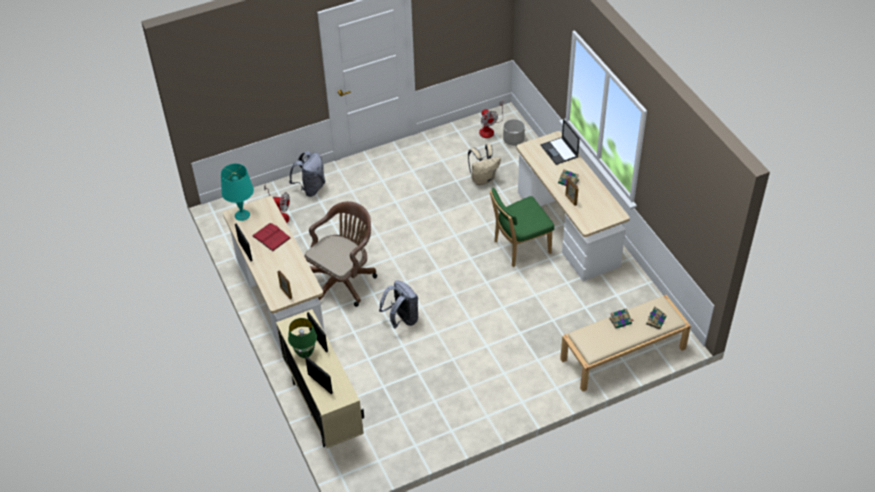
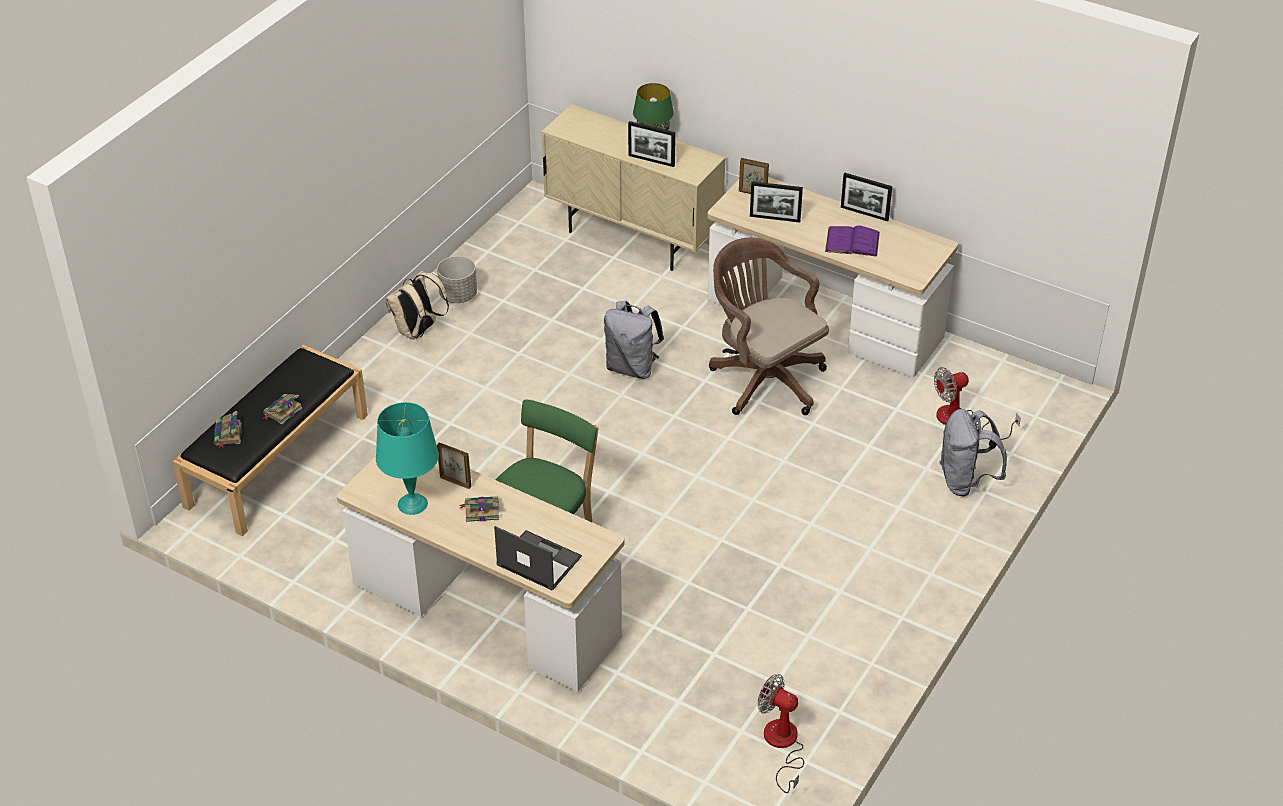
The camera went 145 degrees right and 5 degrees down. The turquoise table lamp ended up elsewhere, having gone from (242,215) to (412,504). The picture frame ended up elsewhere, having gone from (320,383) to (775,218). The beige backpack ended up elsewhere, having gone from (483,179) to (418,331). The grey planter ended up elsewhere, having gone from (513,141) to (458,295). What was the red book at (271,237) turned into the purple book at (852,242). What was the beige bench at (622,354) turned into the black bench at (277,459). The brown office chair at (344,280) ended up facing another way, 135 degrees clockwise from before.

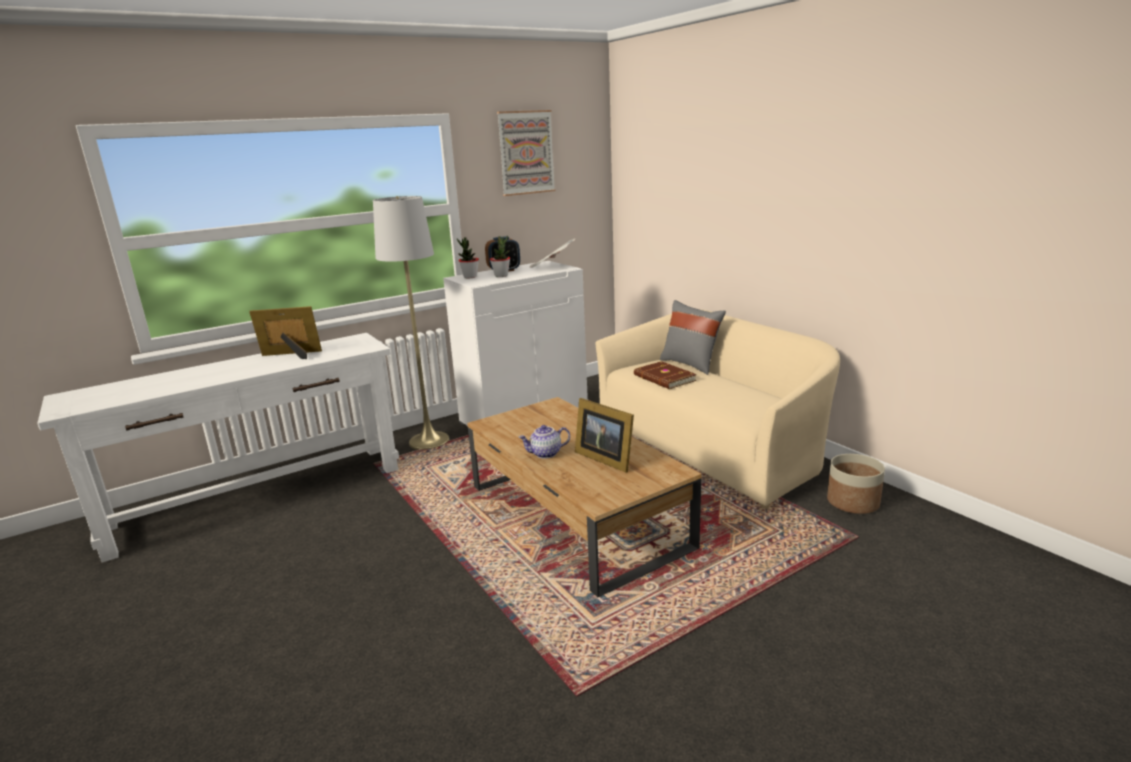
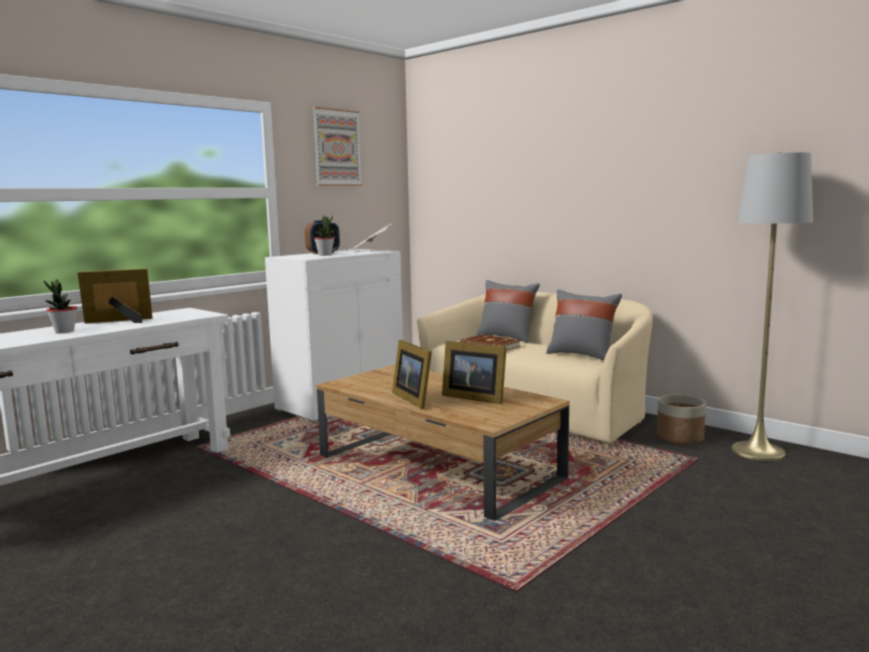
The camera went 15 degrees left and 10 degrees down. The second view gained the grey pillow at (582,355). The grey floor lamp ended up elsewhere, having gone from (429,441) to (758,451). The potted plant ended up elsewhere, having gone from (470,277) to (64,331). Where the teapot stood at (545,454), the picture frame came to stand at (414,398).

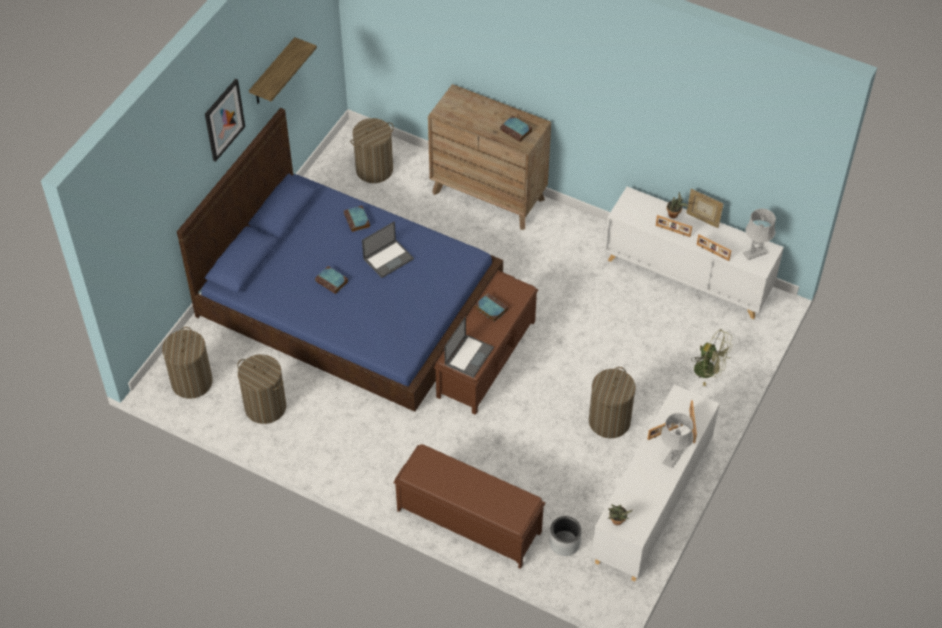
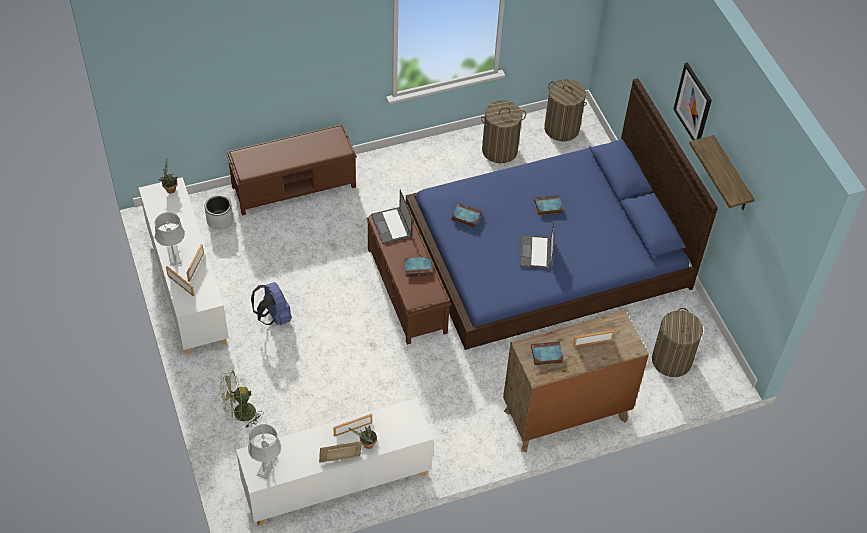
The camera went 130 degrees right and 0 degrees up. The book ended up elsewhere, having gone from (357,220) to (465,216). The picture frame ended up elsewhere, having gone from (712,252) to (592,342). Where the laundry basket stood at (609,421), the blue backpack came to stand at (274,317).

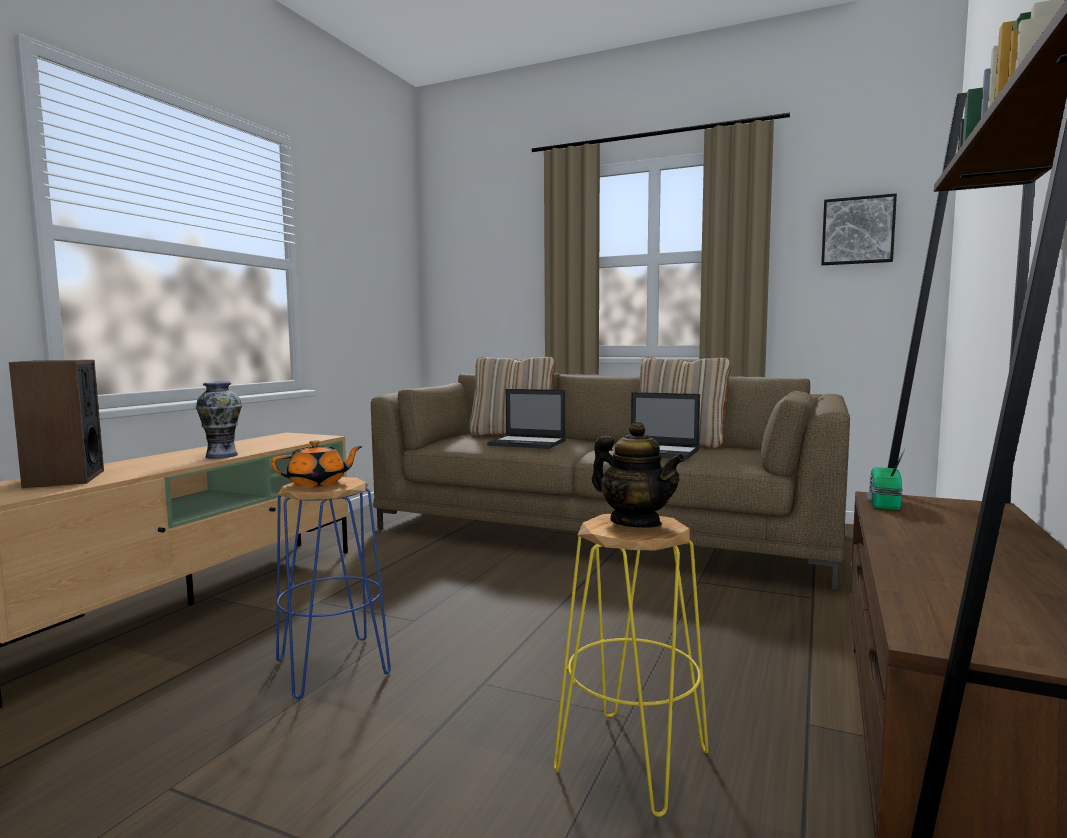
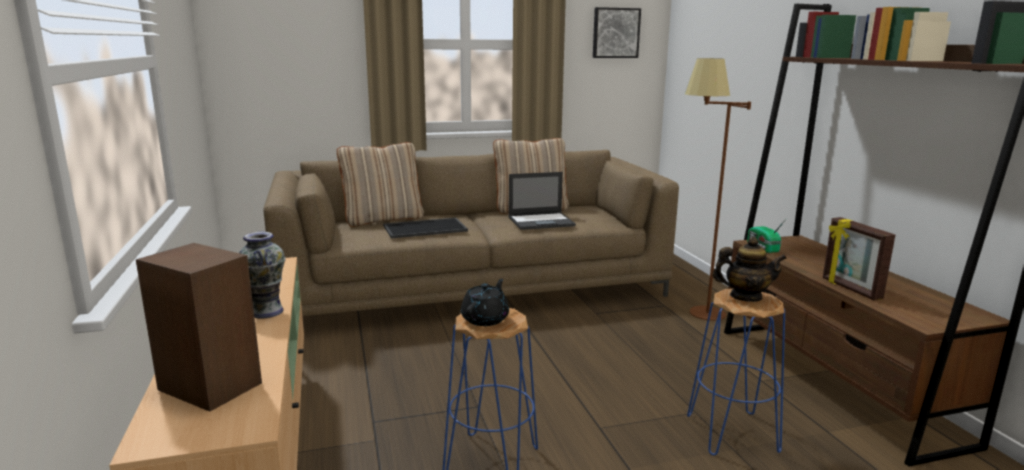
The camera went 40 degrees left and 10 degrees up. The second view gained the brown floor lamp at (697,317). The second view gained the picture frame at (850,289). Where the laptop stood at (528,443), the tray came to stand at (425,228). What was the orange teapot at (318,483) turned into the black teapot at (485,319). What was the yellow stool at (632,759) turned into the blue stool at (731,433).

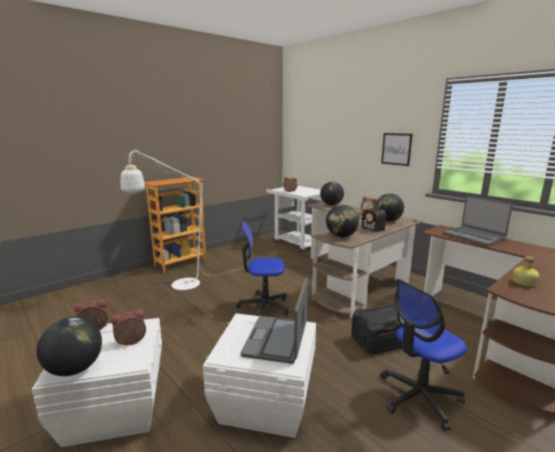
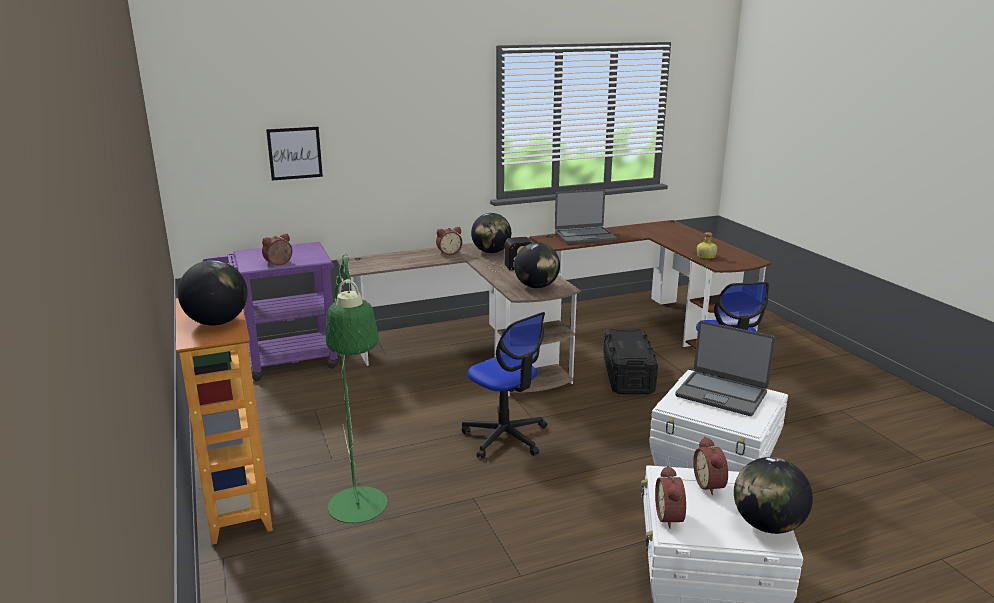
The camera went 70 degrees left and 5 degrees up. The globe ended up elsewhere, having gone from (331,205) to (217,322). The picture ended up elsewhere, having gone from (396,149) to (295,153). What was the white floor lamp at (178,286) turned into the green floor lamp at (360,514). What was the white cart at (296,243) turned into the purple cart at (281,362). The office chair at (264,306) ended up facing another way, 60 degrees counterclockwise from before.

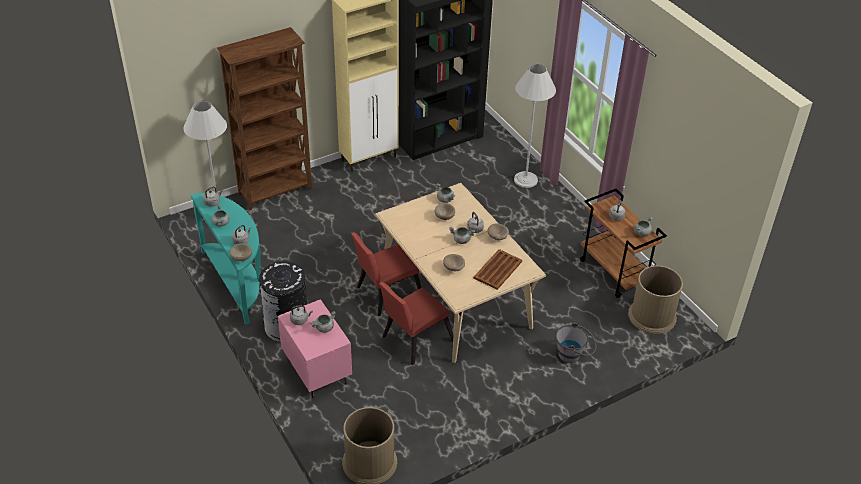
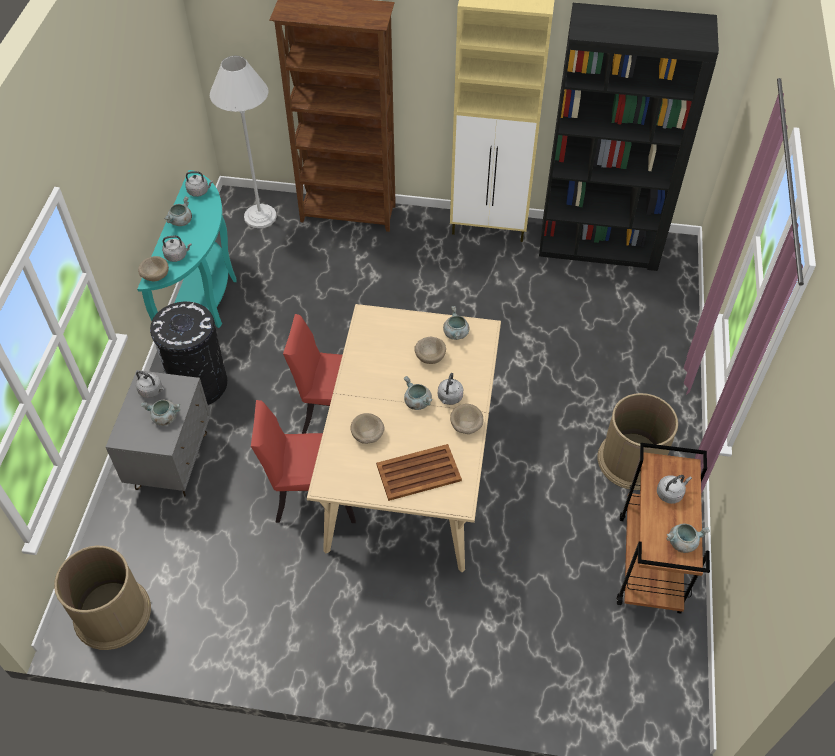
The camera went 40 degrees right and 10 degrees up. The second view lost the white floor lamp at (525,180). The second view lost the grey bucket at (573,355). The brown trash can ended up elsewhere, having gone from (652,316) to (632,460). What was the pink nightstand at (316,372) turned into the grey nightstand at (172,461).

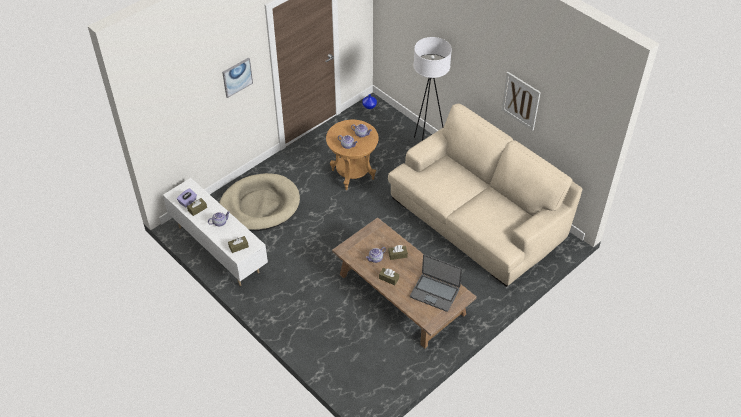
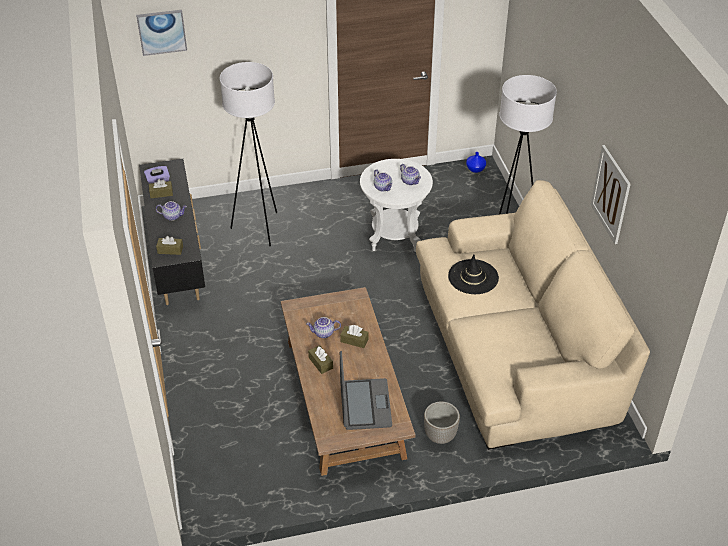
The camera went 30 degrees right and 5 degrees down. The second view gained the planter at (440,436). The second view gained the black hat at (473,277). The picture ended up elsewhere, having gone from (237,77) to (162,32). Where the beige dog bed stood at (260,205), the white floor lamp came to stand at (260,228). What was the white tv stand at (219,249) turned into the black tv stand at (176,256). What was the brown side table at (353,174) turned into the white side table at (394,236). The laptop at (435,292) ended up facing another way, 150 degrees counterclockwise from before.

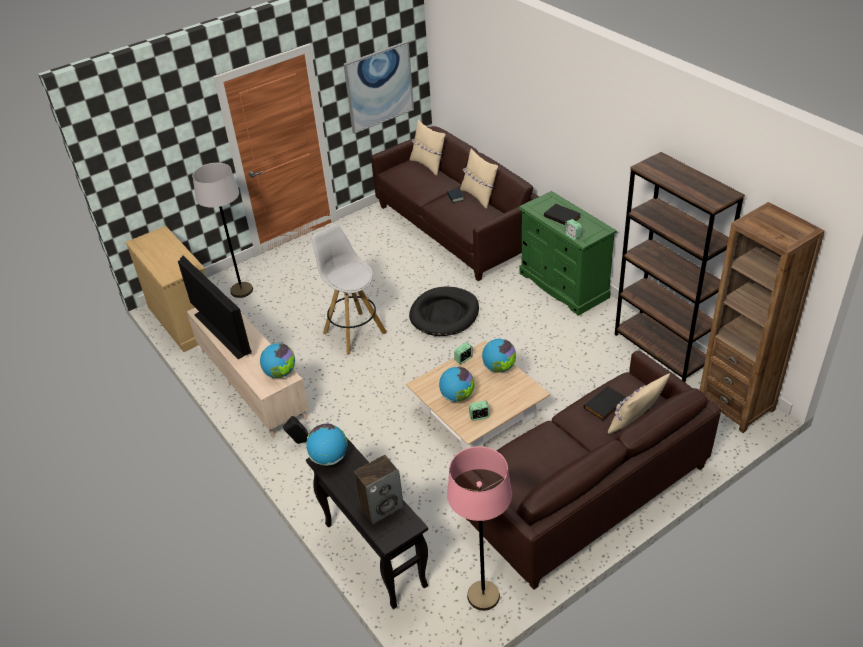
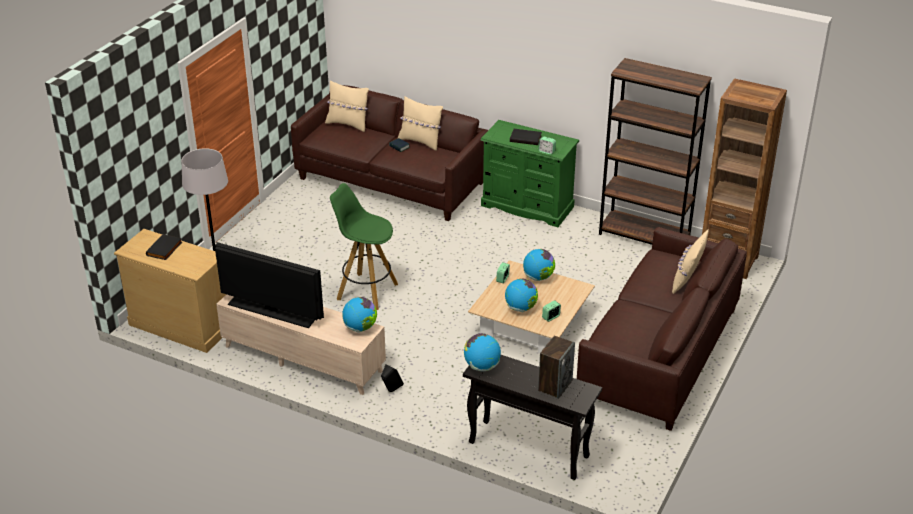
The camera went 30 degrees left and 5 degrees down. The second view lost the picture at (379,87). The second view lost the black dog bed at (444,314). The second view lost the pink floor lamp at (483,596). The black book ended up elsewhere, having gone from (605,405) to (165,249). What was the white stool at (354,332) turned into the green stool at (366,291).

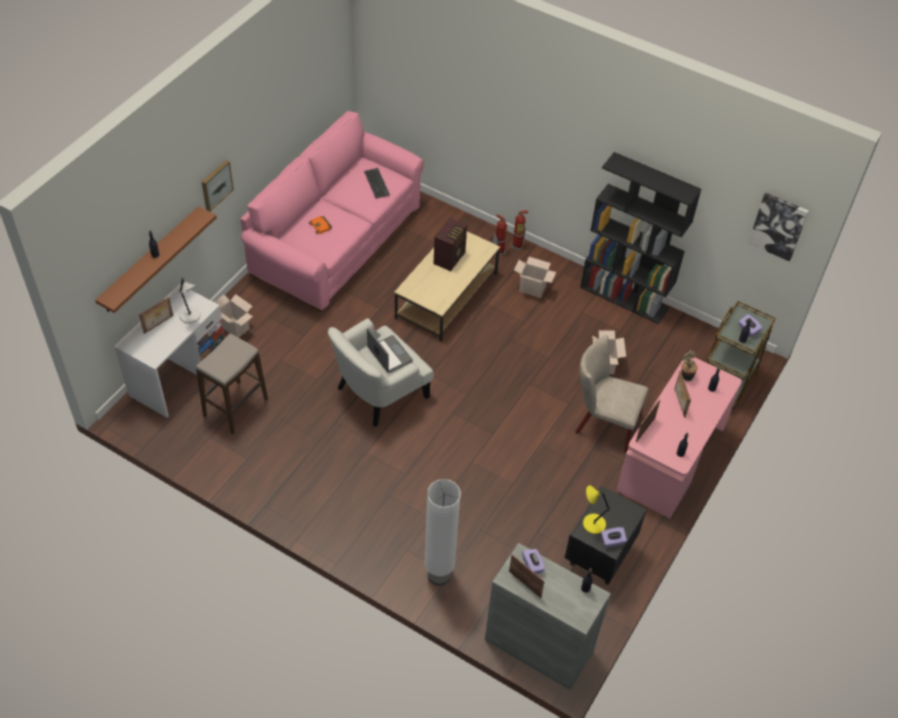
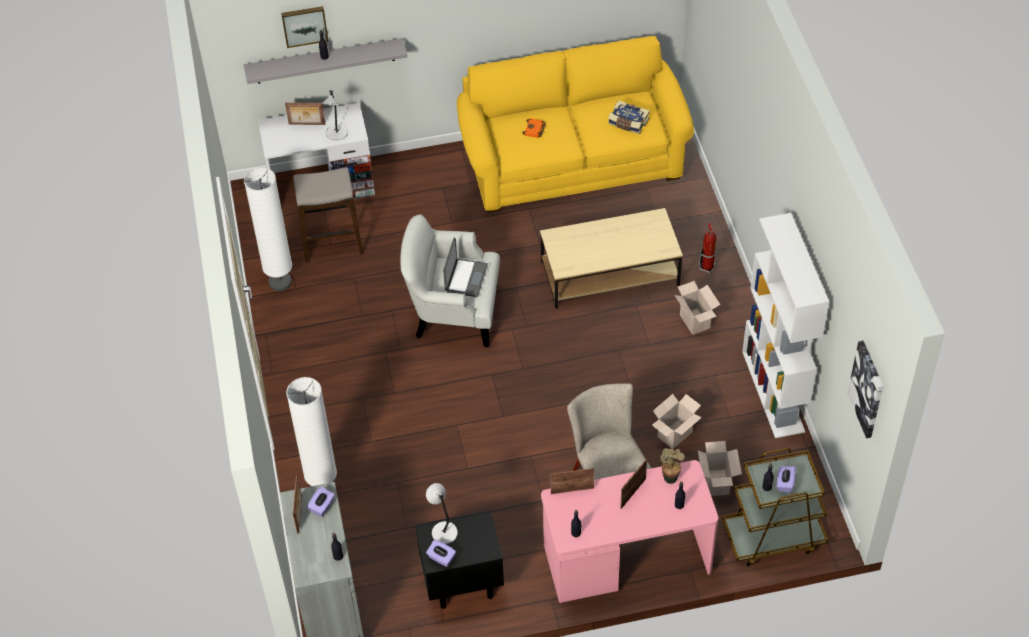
The camera went 50 degrees right and 0 degrees up. The second view lost the radio at (450,258). The second view lost the fire extinguisher at (517,246). The second view gained the white floor lamp at (280,282). The picture ended up elsewhere, having gone from (216,185) to (304,25). The cardboard box ended up elsewhere, having gone from (236,328) to (717,483). Where the keyboard stood at (376,183), the book came to stand at (628,123). What was the brown shelf at (150,260) turned into the grey shelf at (325,61). What was the pink sofa at (336,241) turned into the yellow sofa at (573,161). What was the black bookcase at (625,297) turned into the white bookcase at (773,392). What was the yellow table lamp at (592,524) turned into the grey table lamp at (443,532).

